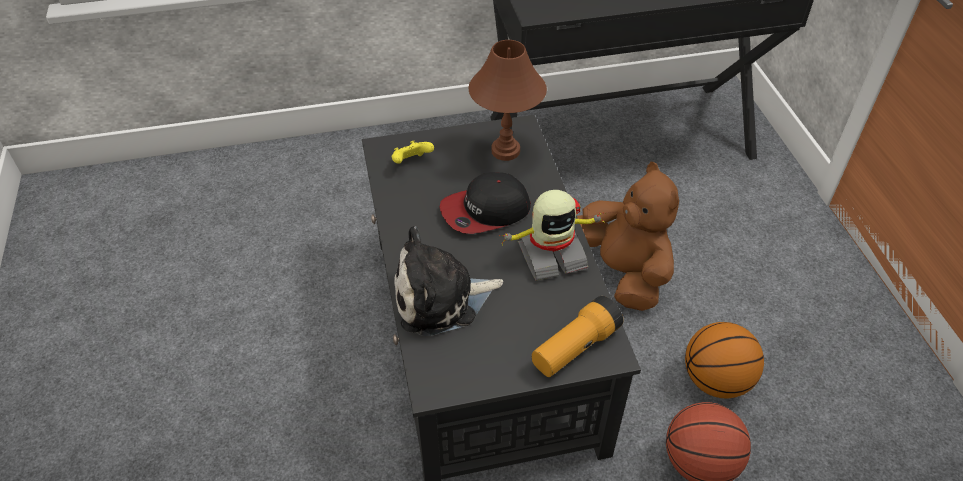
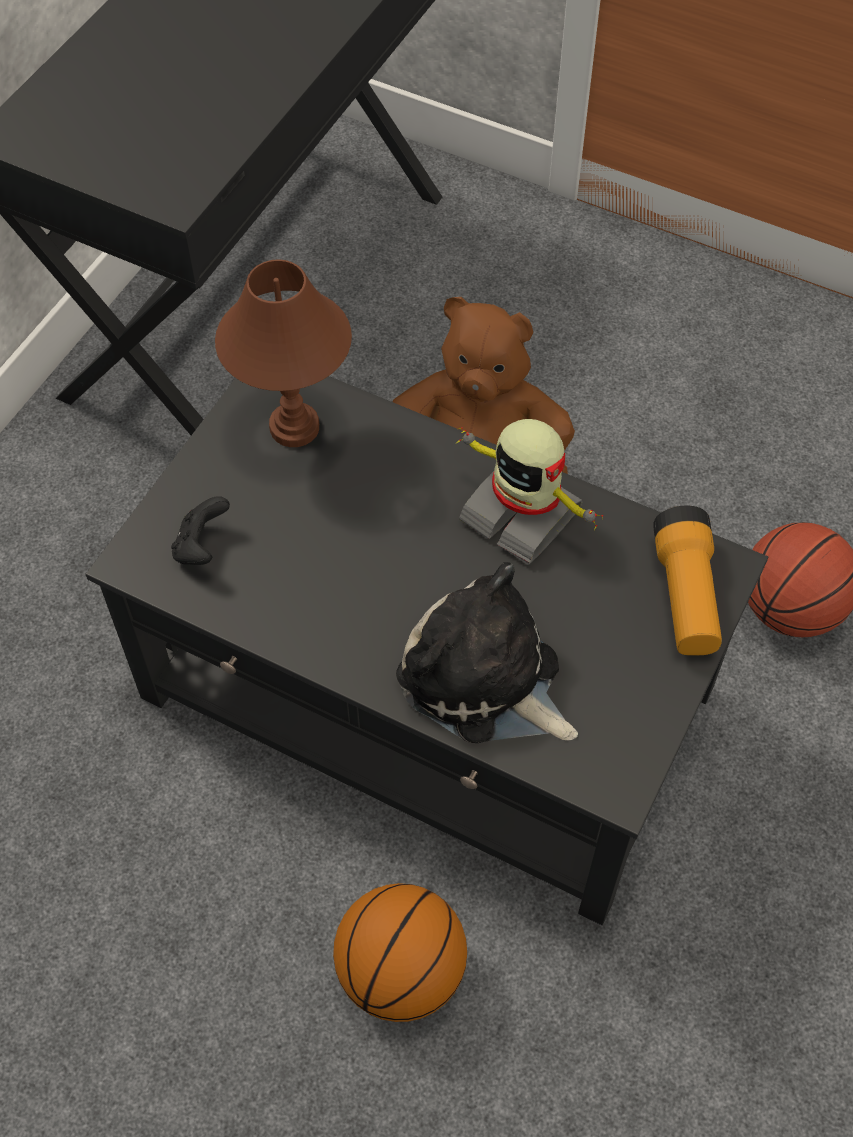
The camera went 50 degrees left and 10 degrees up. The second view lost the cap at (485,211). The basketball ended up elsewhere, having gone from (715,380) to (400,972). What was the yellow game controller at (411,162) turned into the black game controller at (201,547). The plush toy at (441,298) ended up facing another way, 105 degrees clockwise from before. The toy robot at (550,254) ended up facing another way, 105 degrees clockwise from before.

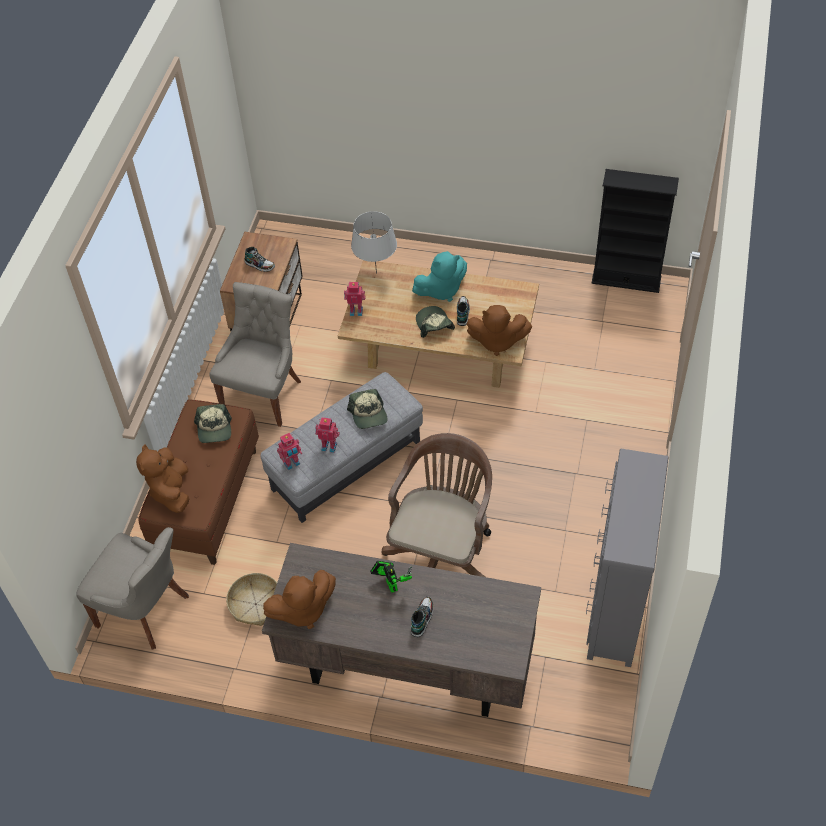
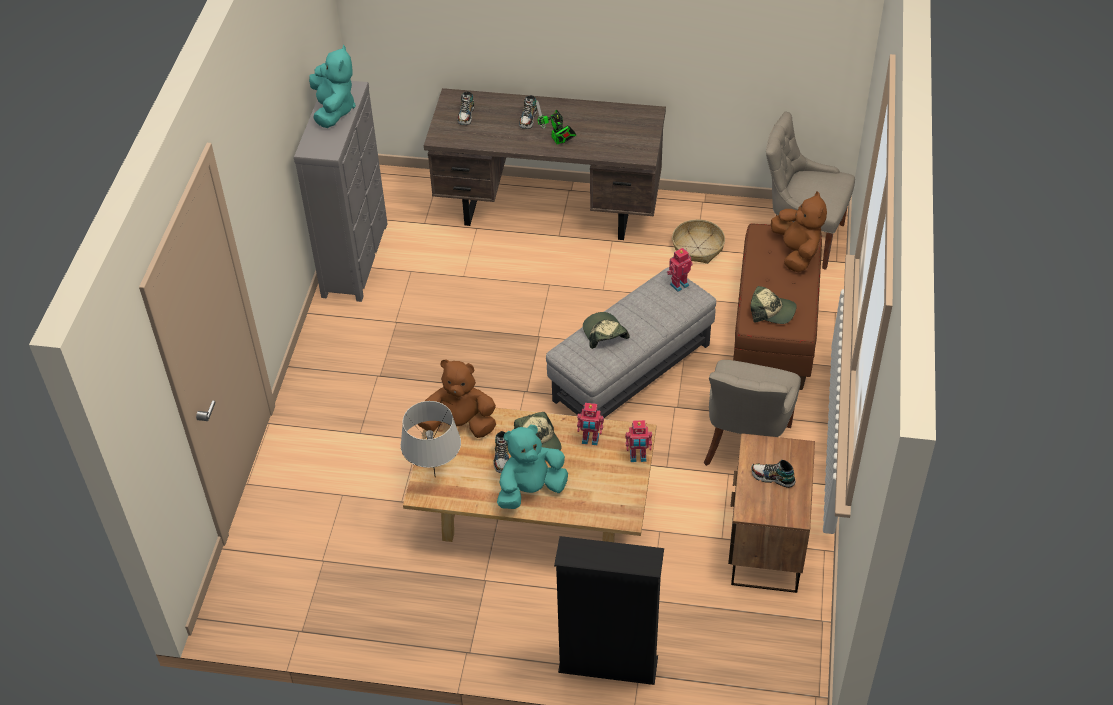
The camera went 175 degrees right and 5 degrees down. The second view lost the brown plush toy at (302,610). The second view lost the brown office chair at (442,553). The second view gained the turquoise plush toy at (333,110). The second view gained the shoe at (466,115). The toy robot ended up elsewhere, having gone from (329,445) to (590,440). The grey table lamp ended up elsewhere, having gone from (376,273) to (435,476). The black bookcase ended up elsewhere, having gone from (626,280) to (608,665). The cap at (214,429) ended up facing another way, 120 degrees clockwise from before.

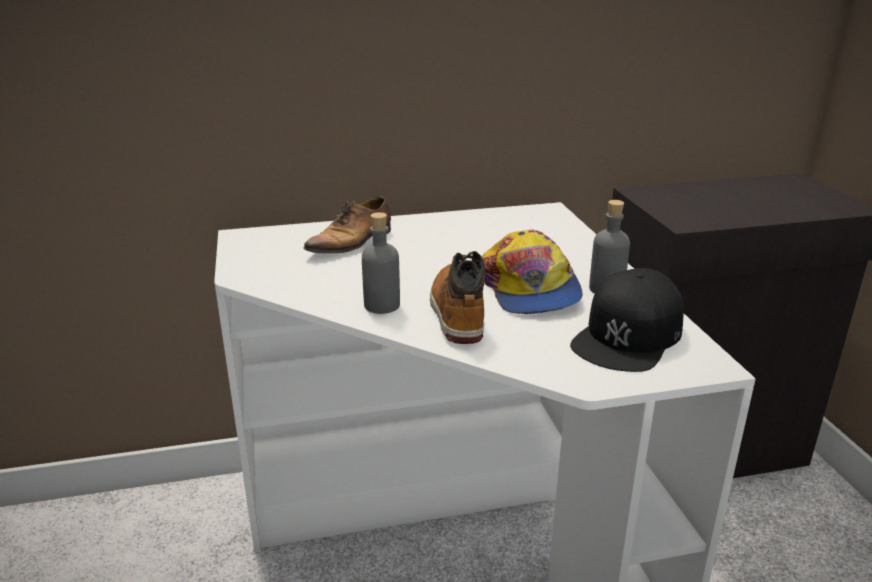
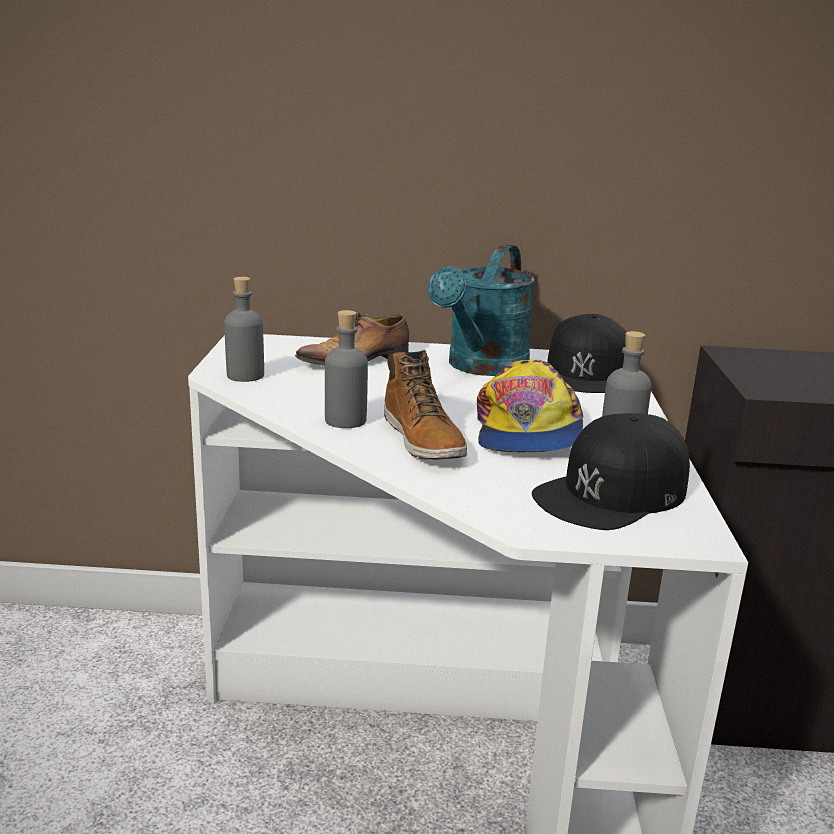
The camera went 15 degrees right and 5 degrees down. The second view gained the grey bottle at (245,375). The second view gained the turquoise watering can at (482,367). The second view gained the black cap at (585,372). The boot at (456,312) ended up facing another way, 150 degrees clockwise from before.

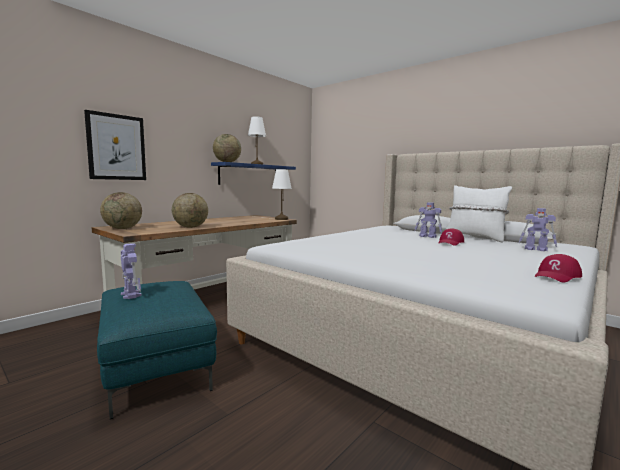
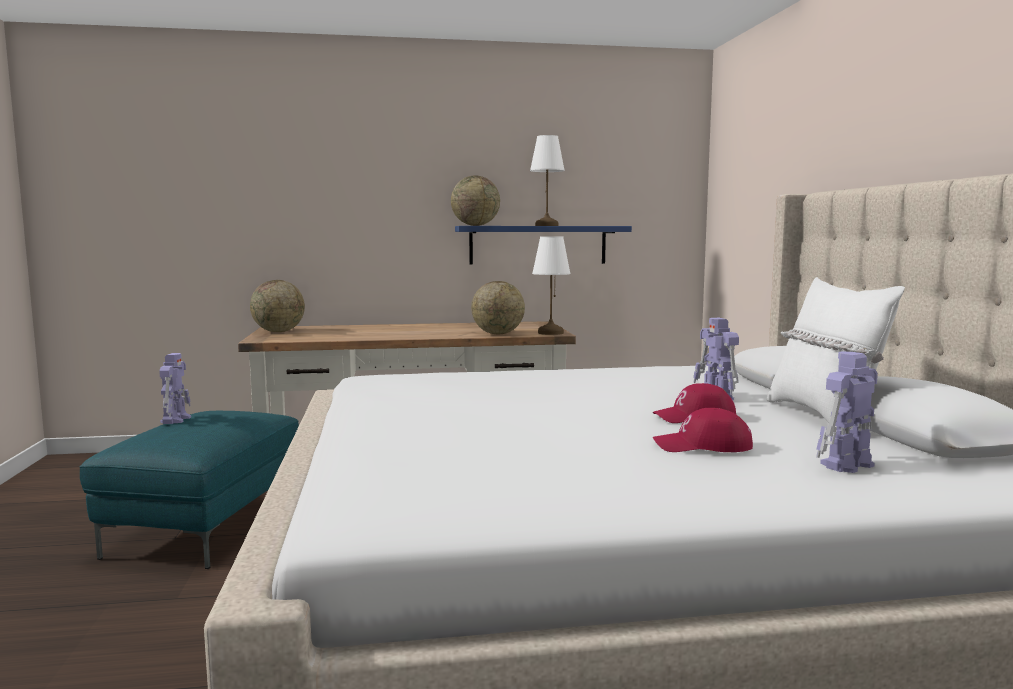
The camera went 40 degrees right and 0 degrees up. The second view lost the picture at (116,147). The globe ended up elsewhere, having gone from (190,227) to (498,334). The red cap ended up elsewhere, having gone from (557,276) to (702,446). The toy robot at (536,249) ended up facing another way, 75 degrees clockwise from before.

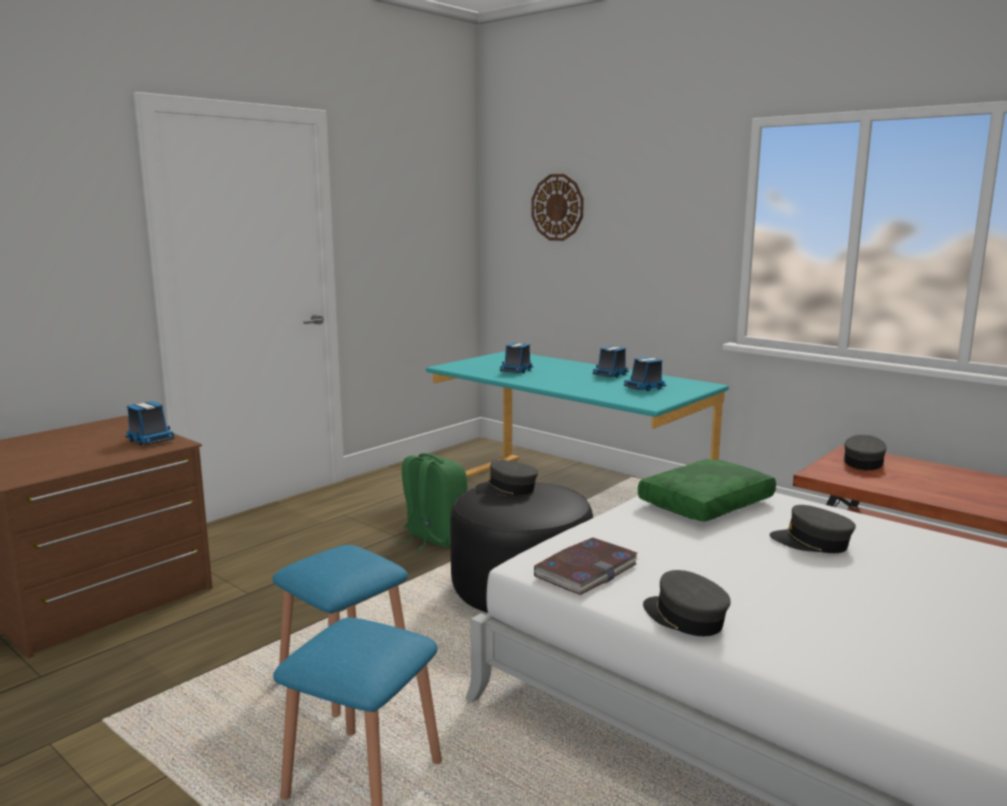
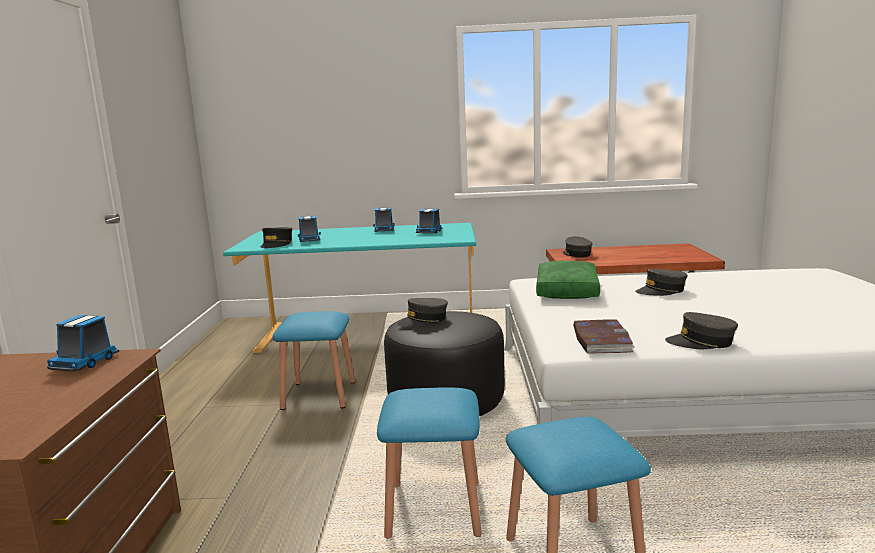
The camera went 40 degrees left and 0 degrees up. The second view lost the wall clock at (557,207). The second view gained the black cap at (277,244). Where the green backpack stood at (433,538), the blue stool came to stand at (319,395). The toy truck at (150,440) ended up facing another way, 105 degrees clockwise from before.

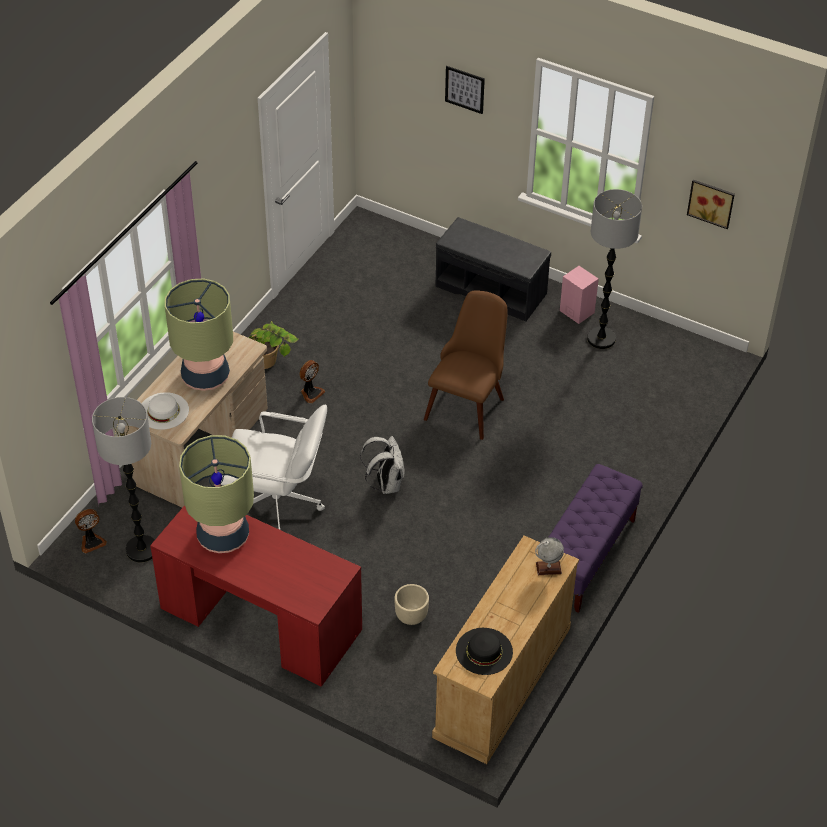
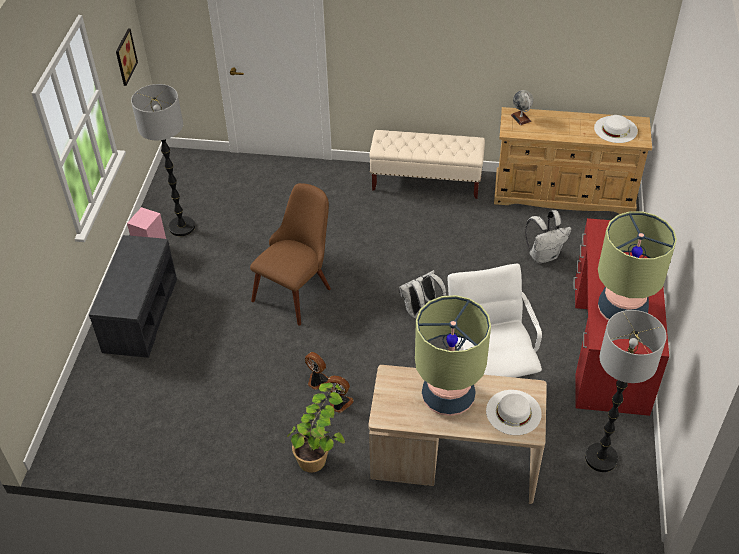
The camera went 110 degrees left and 0 degrees up. The second view lost the picture at (464,89). The fan ended up elsewhere, having gone from (91,542) to (317,381). Where the beige planter stood at (411,617), the white backpack came to stand at (544,255). What was the black hat at (484,651) turned into the white hat at (615,129). What was the purple bench at (585,556) turned into the beige bench at (426,182). The brown chair at (469,402) ended up facing another way, 120 degrees clockwise from before.

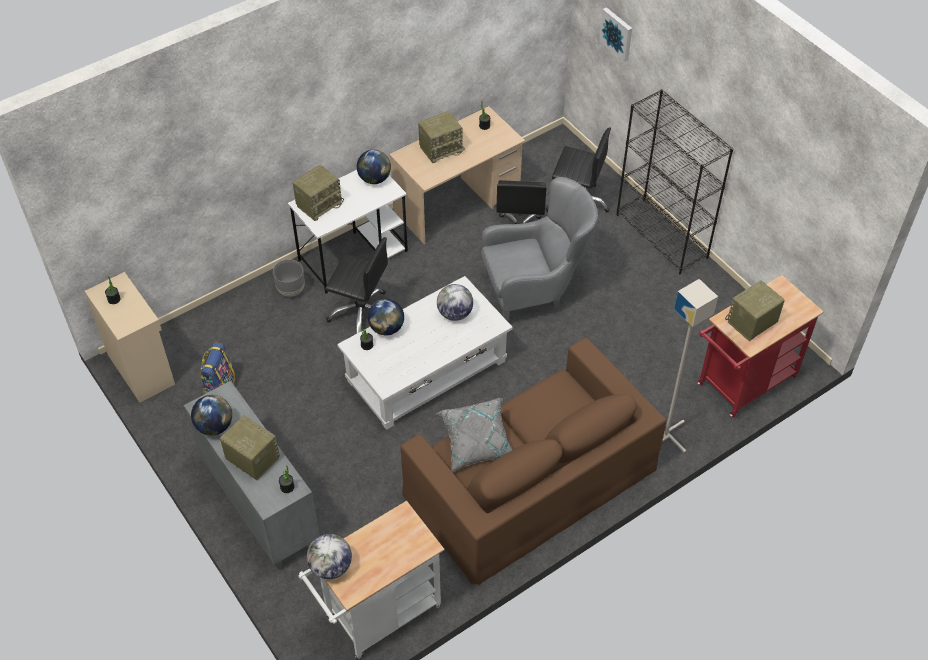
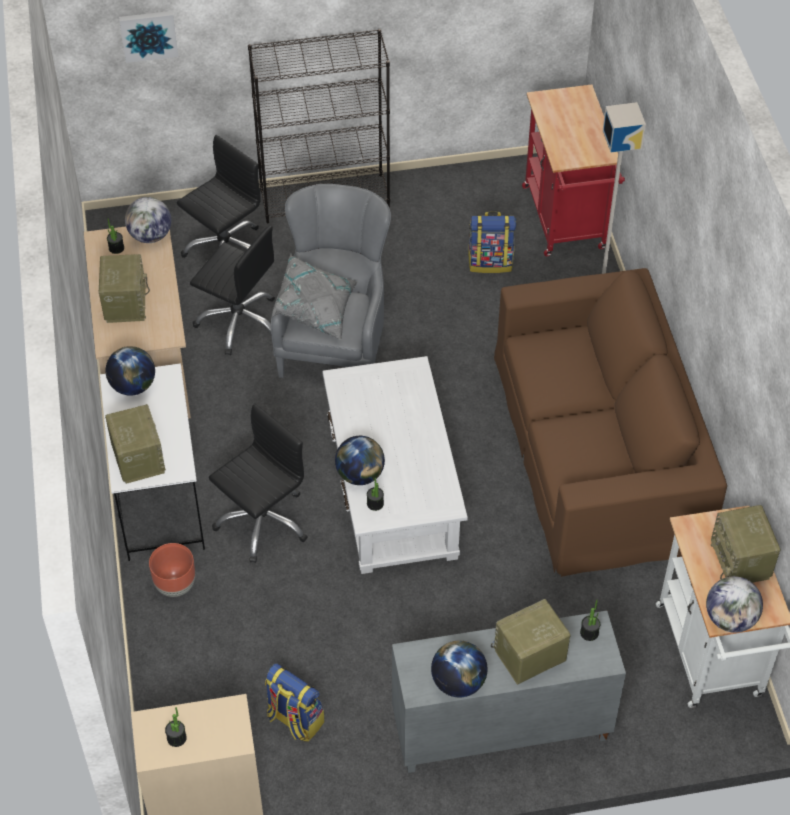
The camera went 65 degrees left and 0 degrees up. The second view gained the backpack at (490,262). The grey pillow ended up elsewhere, having gone from (477,443) to (316,309). The globe ended up elsewhere, having gone from (455,314) to (150,236). The radio ended up elsewhere, having gone from (751,323) to (741,561). What was the grey planter at (291,290) turned into the brown planter at (175,586).

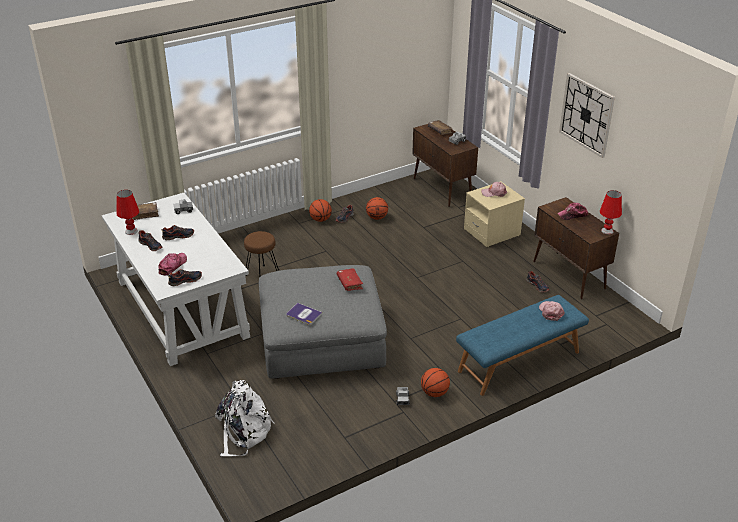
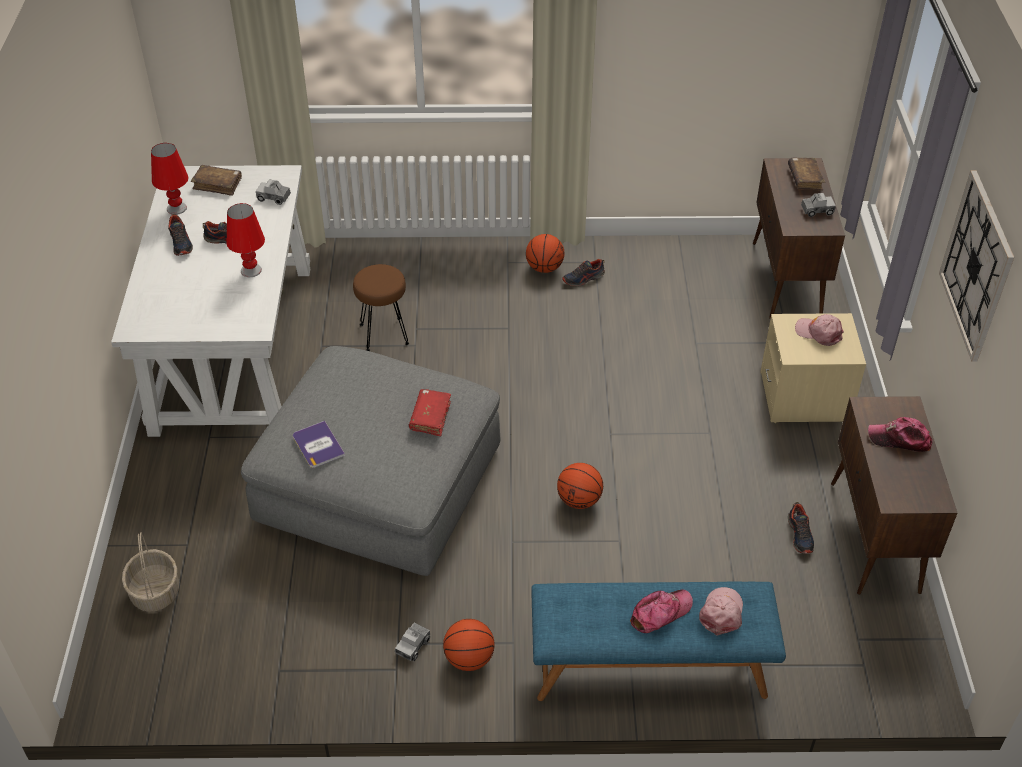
The camera went 30 degrees right and 10 degrees up. The second view lost the shoe at (185,280). The cap ended up elsewhere, having gone from (172,266) to (660,613). The basketball ended up elsewhere, having gone from (377,217) to (579,500). The red table lamp ended up elsewhere, having gone from (607,231) to (251,270). Where the white backpack stood at (243,432), the basket came to stand at (154,591).

